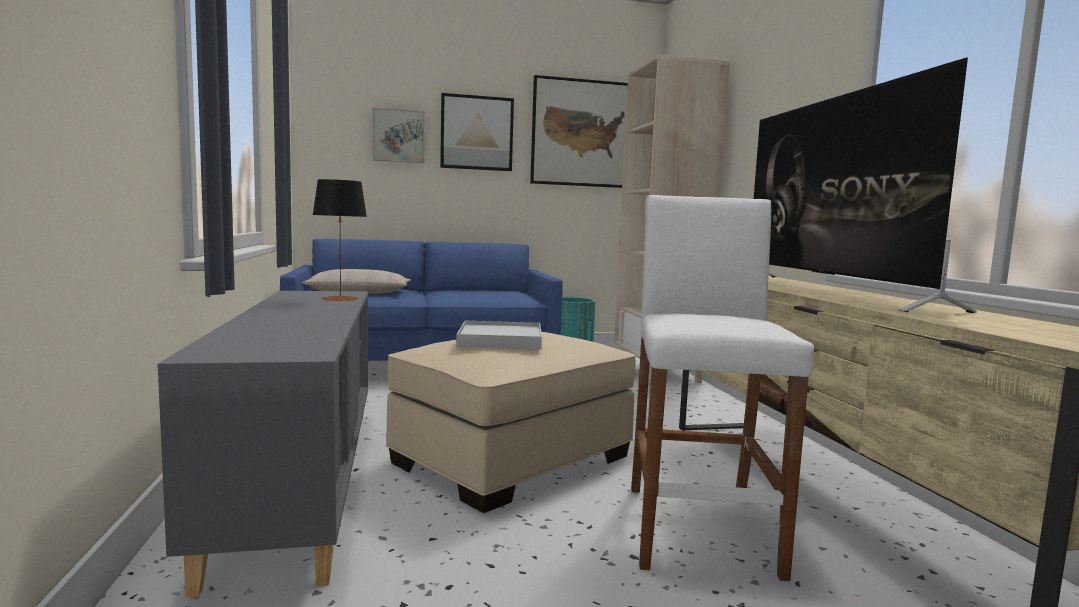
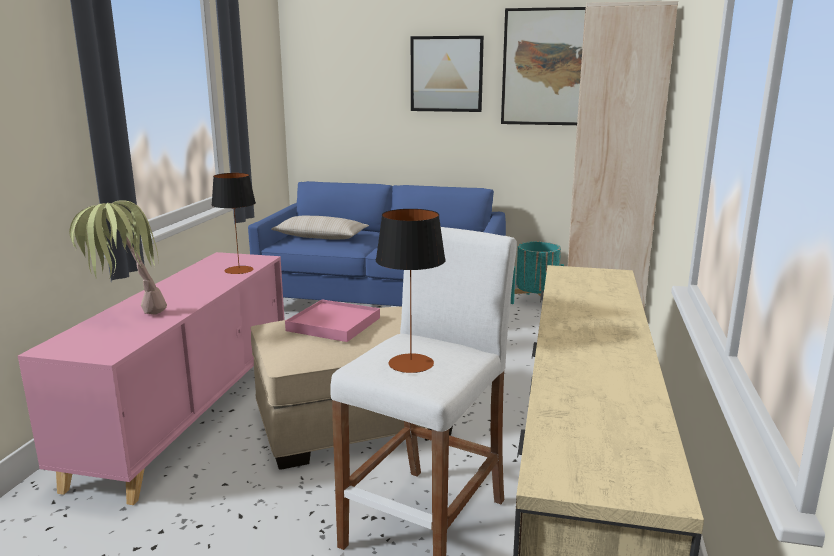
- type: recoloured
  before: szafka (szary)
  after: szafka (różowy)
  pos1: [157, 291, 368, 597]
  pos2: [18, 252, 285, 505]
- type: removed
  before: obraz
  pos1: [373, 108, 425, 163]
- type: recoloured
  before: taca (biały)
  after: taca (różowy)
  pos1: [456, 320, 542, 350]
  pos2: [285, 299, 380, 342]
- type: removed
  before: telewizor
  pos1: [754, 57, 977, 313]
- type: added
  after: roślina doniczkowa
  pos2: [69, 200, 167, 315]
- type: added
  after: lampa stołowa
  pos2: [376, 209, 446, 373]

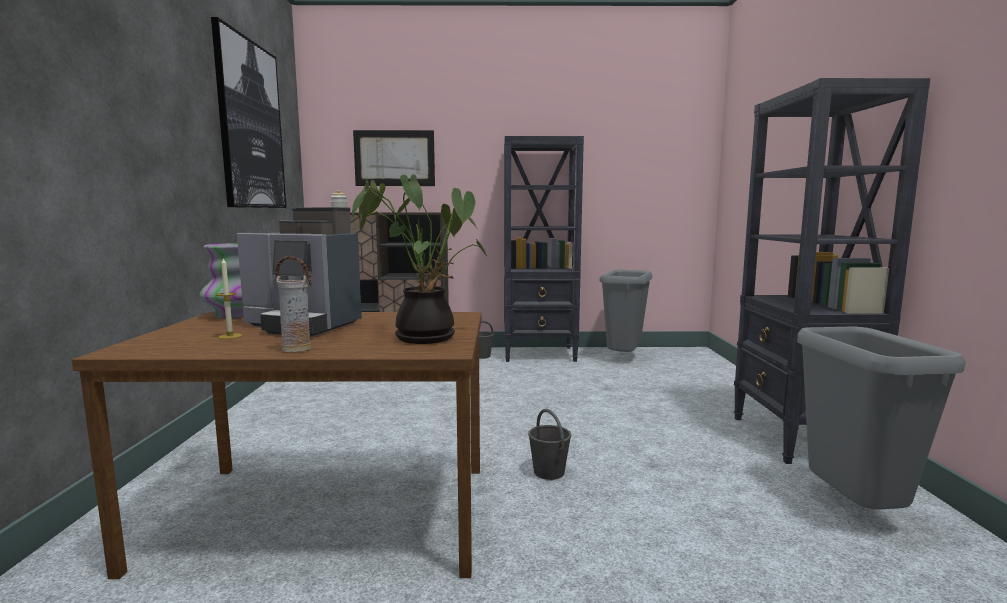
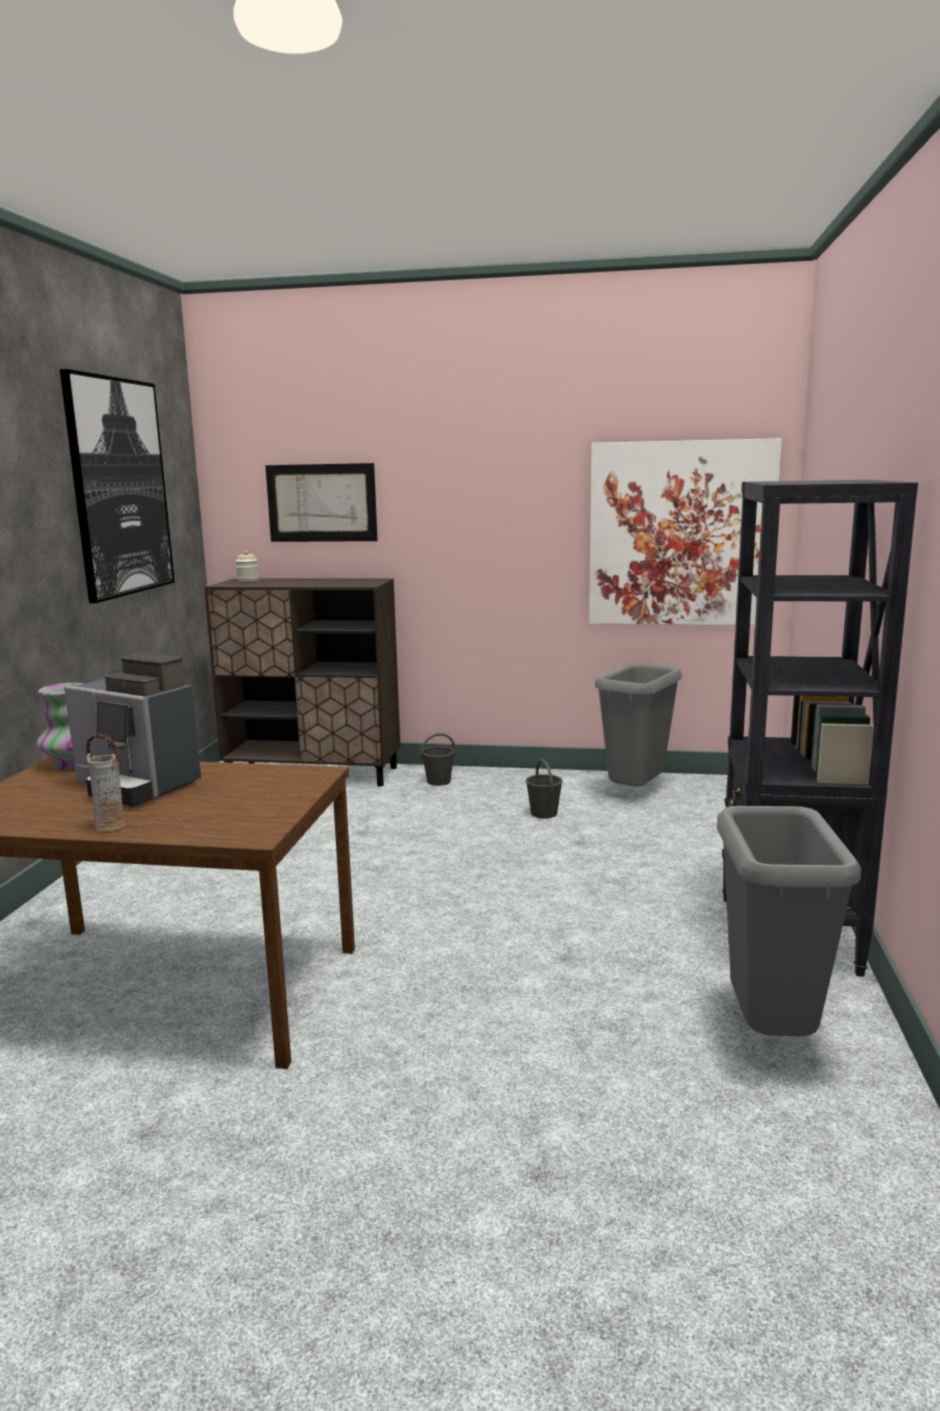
- type: removed
  before: świeca
  pos1: [216, 258, 242, 339]
- type: removed
  before: roślina doniczkowa
  pos1: [352, 174, 487, 344]
- type: removed
  before: regał (czarny)
  pos1: [504, 136, 584, 362]
- type: moved
  before: wiadro (szary)
  pos1: [528, 409, 571, 480]
  pos2: [526, 759, 563, 818]
- type: added
  after: obraz
  pos2: [589, 438, 782, 625]

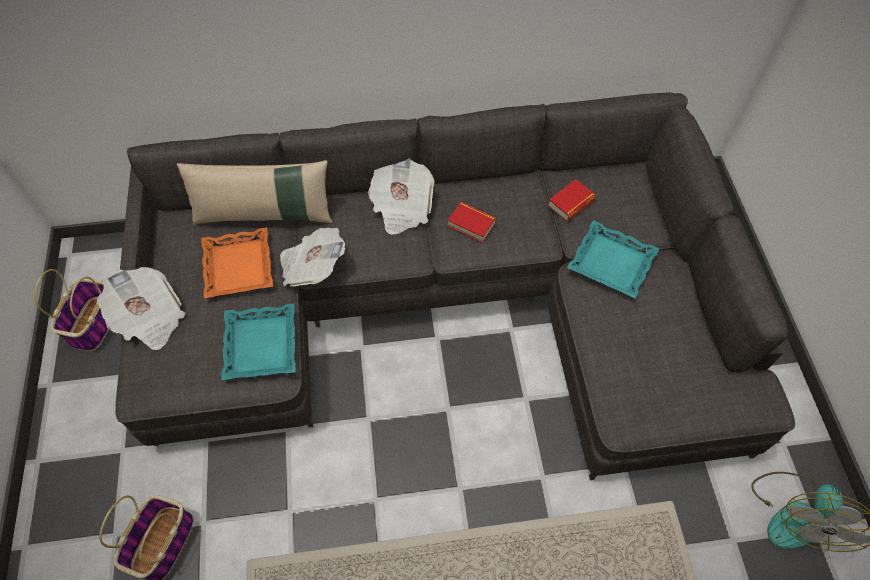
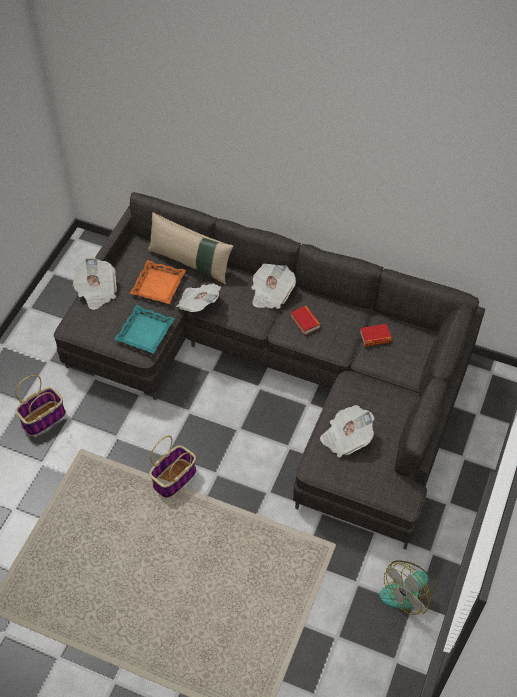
- type: moved
  before: koszyk
  pos1: [34, 269, 109, 351]
  pos2: [149, 435, 196, 498]
- type: removed
  before: taca (turkusowy)
  pos1: [567, 220, 659, 299]
- type: added
  after: gazeta
  pos2: [320, 405, 375, 458]

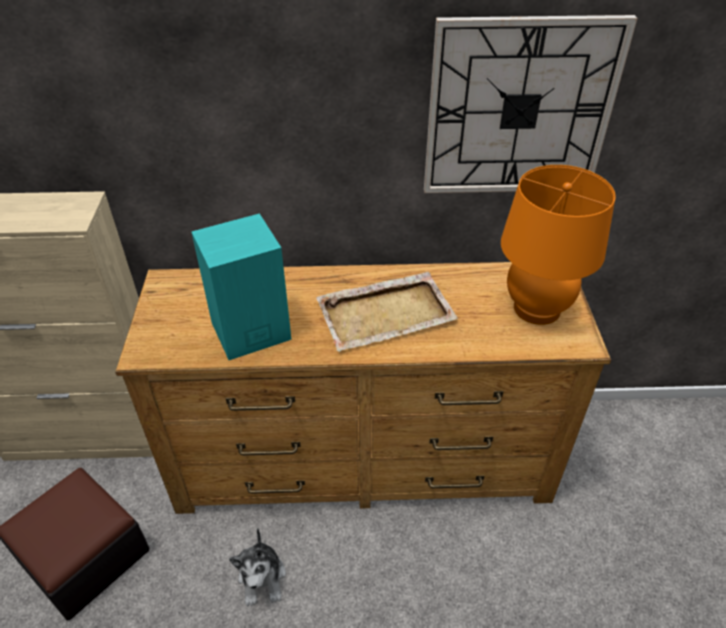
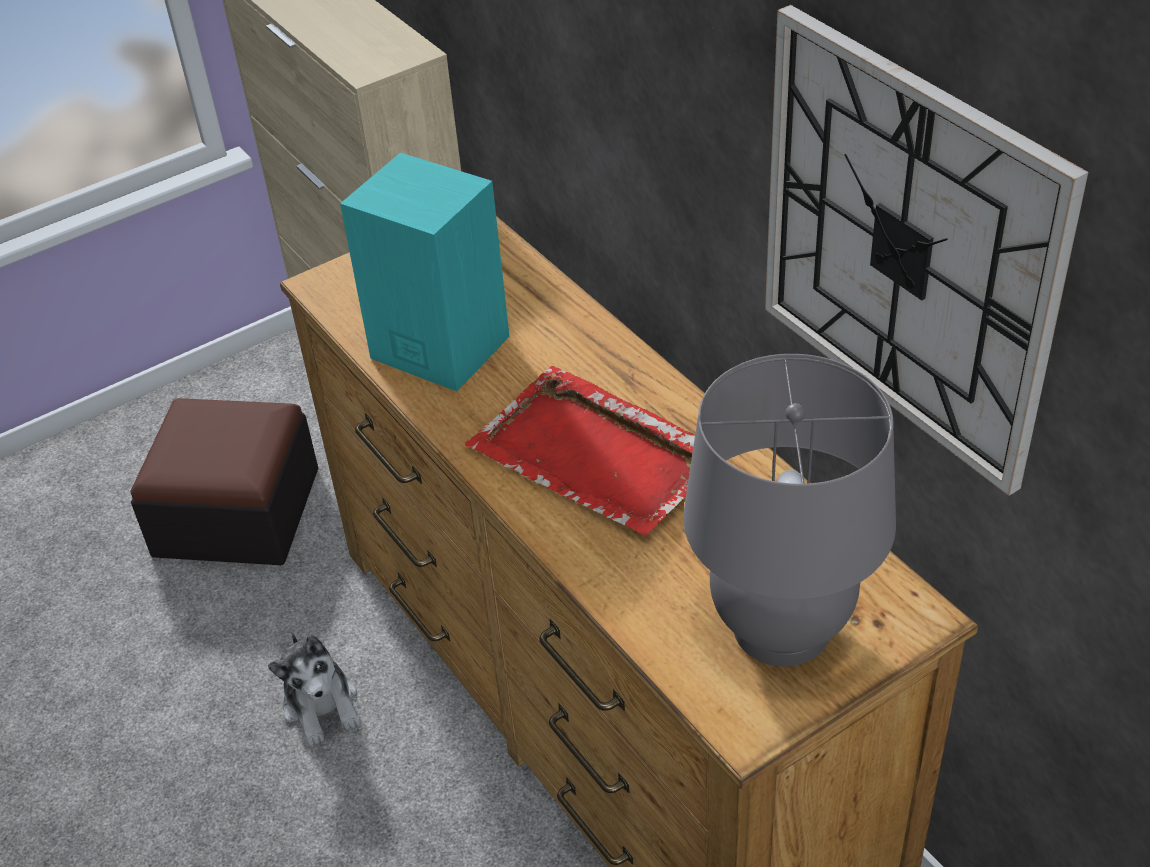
- type: turned
  before: pluszak
  pos1: [229, 528, 286, 607]
  pos2: [268, 632, 361, 747]
  turn: -75
- type: recoloured
  before: taca (beżowy)
  after: taca (czerwony)
  pos1: [316, 272, 458, 352]
  pos2: [465, 366, 695, 536]
- type: recoloured
  before: lampa stołowa (pomarańczowy)
  after: lampa stołowa (szary)
  pos1: [501, 165, 616, 325]
  pos2: [683, 354, 896, 667]

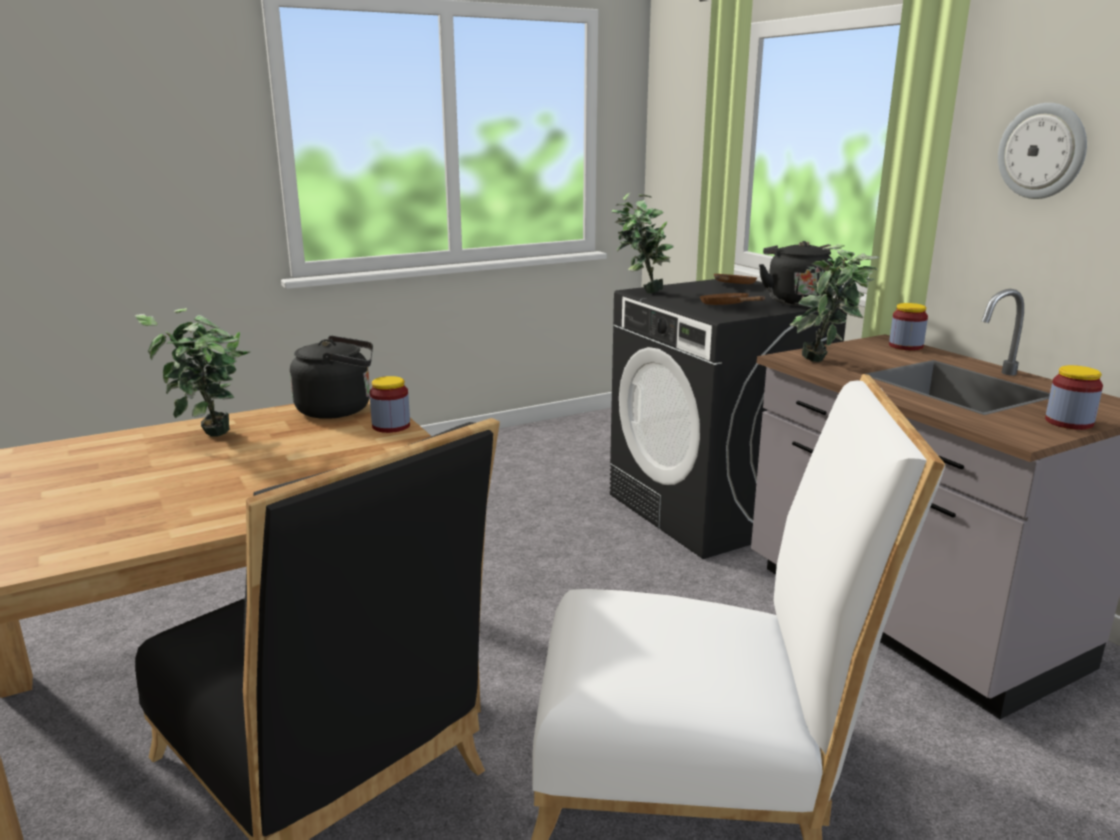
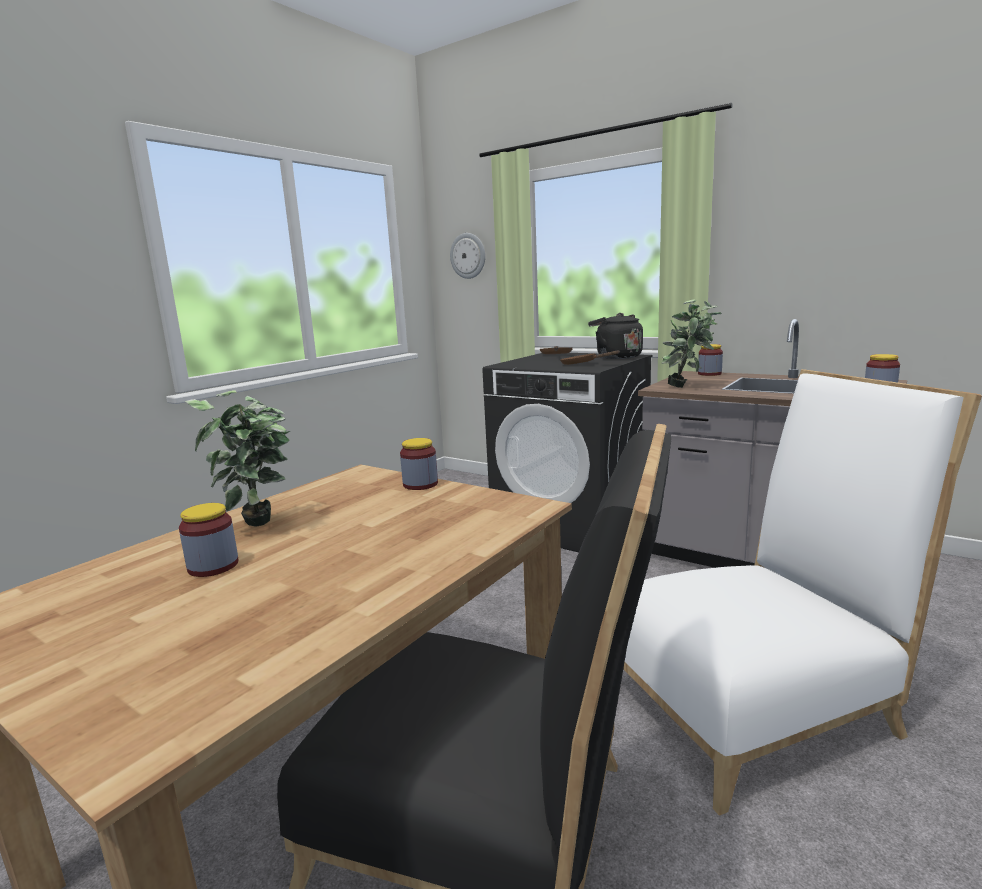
- type: removed
  before: czajnik (czarny)
  pos1: [290, 336, 373, 419]
- type: removed
  before: roślina doniczkowa
  pos1: [611, 193, 673, 294]
- type: moved
  before: zegar ścienny
  pos1: [998, 103, 1087, 199]
  pos2: [450, 233, 485, 279]
- type: added
  after: słoik
  pos2: [179, 503, 238, 577]

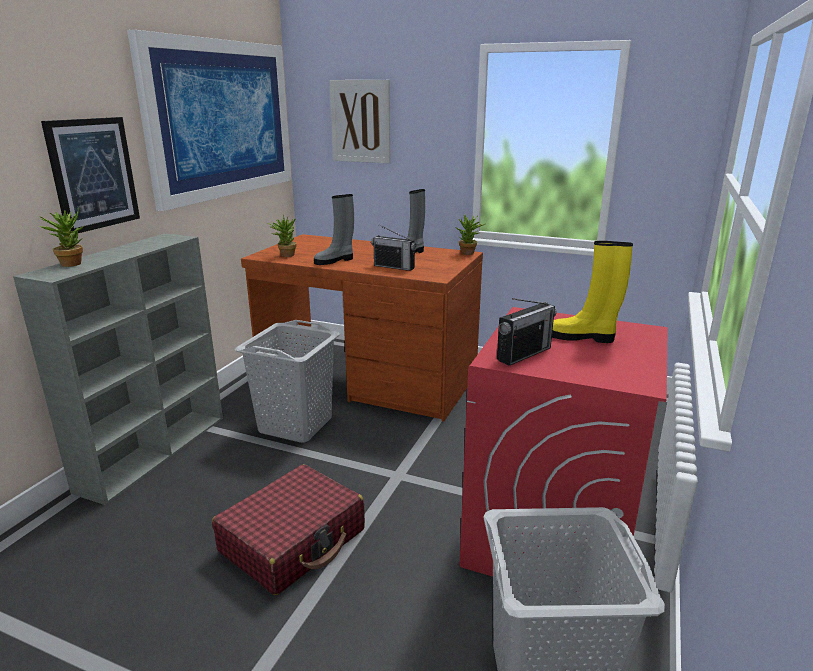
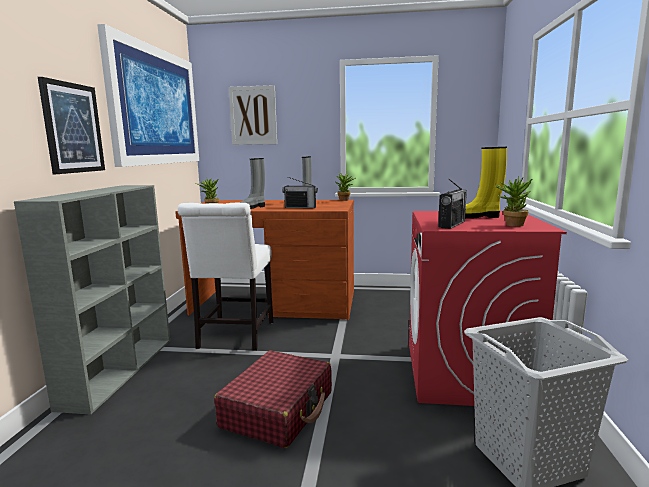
- type: moved
  before: roślina doniczkowa
  pos1: [39, 208, 84, 267]
  pos2: [495, 176, 532, 227]
- type: replaced
  before: kosz na pranie (szary)
  after: krzesło (biały)
  pos1: [235, 320, 340, 443]
  pos2: [177, 203, 273, 351]

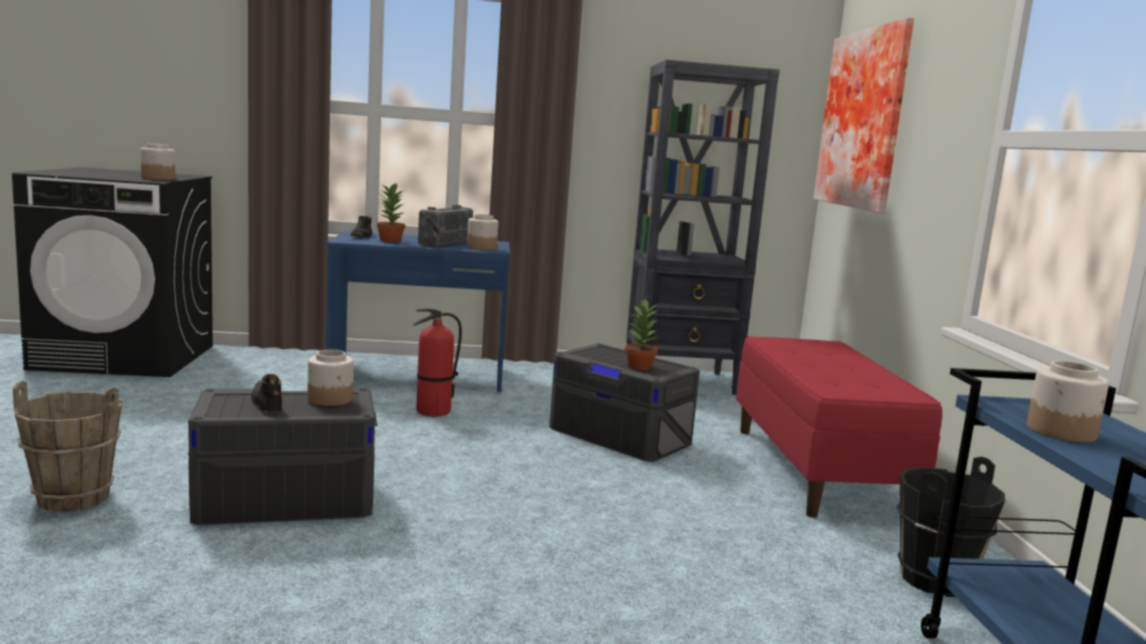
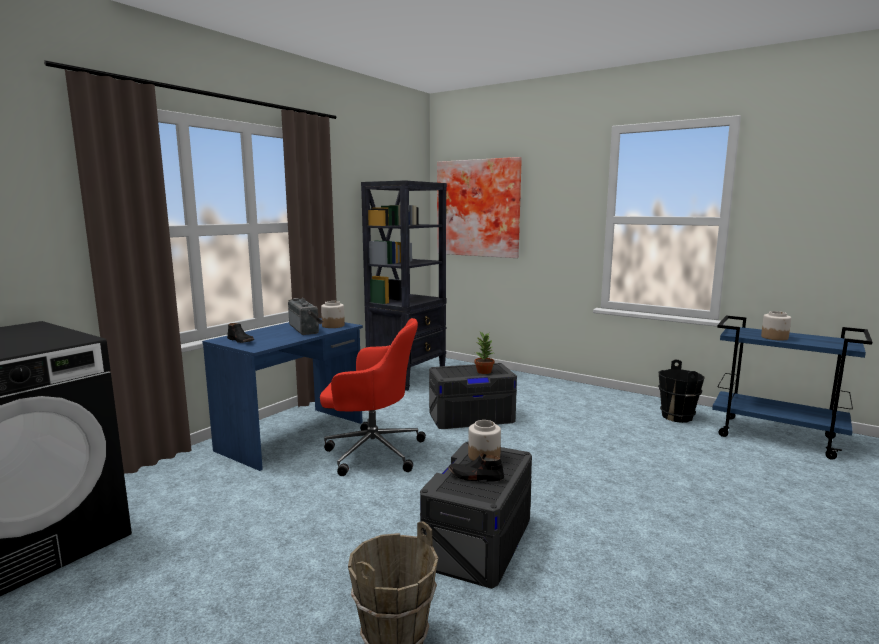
- type: removed
  before: słoik
  pos1: [141, 144, 176, 180]
- type: removed
  before: roślina doniczkowa
  pos1: [377, 184, 406, 242]
- type: replaced
  before: gaśnica
  after: krzesło biurowe (czerwony)
  pos1: [413, 308, 462, 416]
  pos2: [320, 318, 426, 476]
- type: removed
  before: ławka (czerwony)
  pos1: [736, 336, 942, 518]

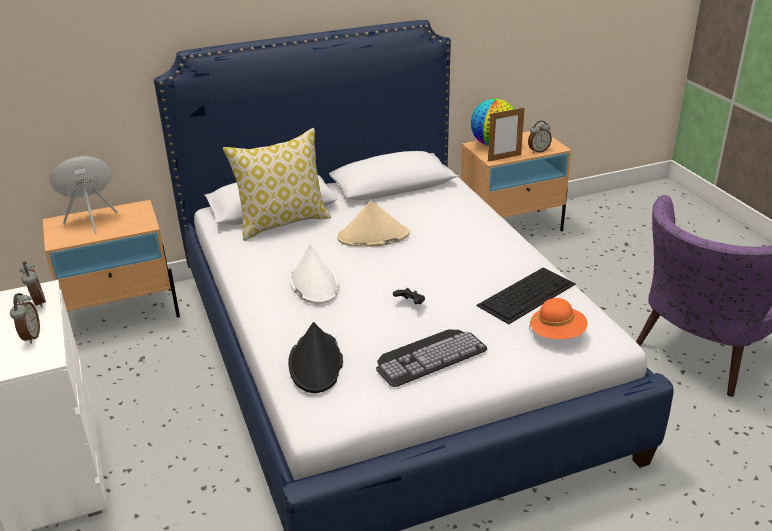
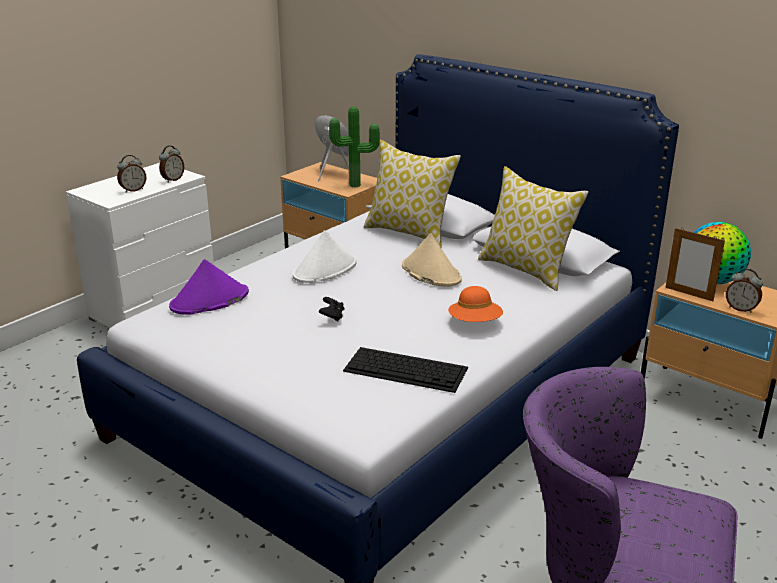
- type: recoloured
  before: kapelusz (czarny)
  after: kapelusz (fioletowy)
  pos1: [288, 322, 343, 393]
  pos2: [169, 259, 249, 315]
- type: removed
  before: klawiatura
  pos1: [376, 330, 487, 387]
- type: moved
  before: kapelusz (pomarańczowy)
  pos1: [529, 298, 587, 339]
  pos2: [448, 286, 503, 322]
- type: added
  after: roślina doniczkowa
  pos2: [329, 106, 380, 188]
- type: added
  after: poduszka
  pos2: [478, 166, 589, 291]

